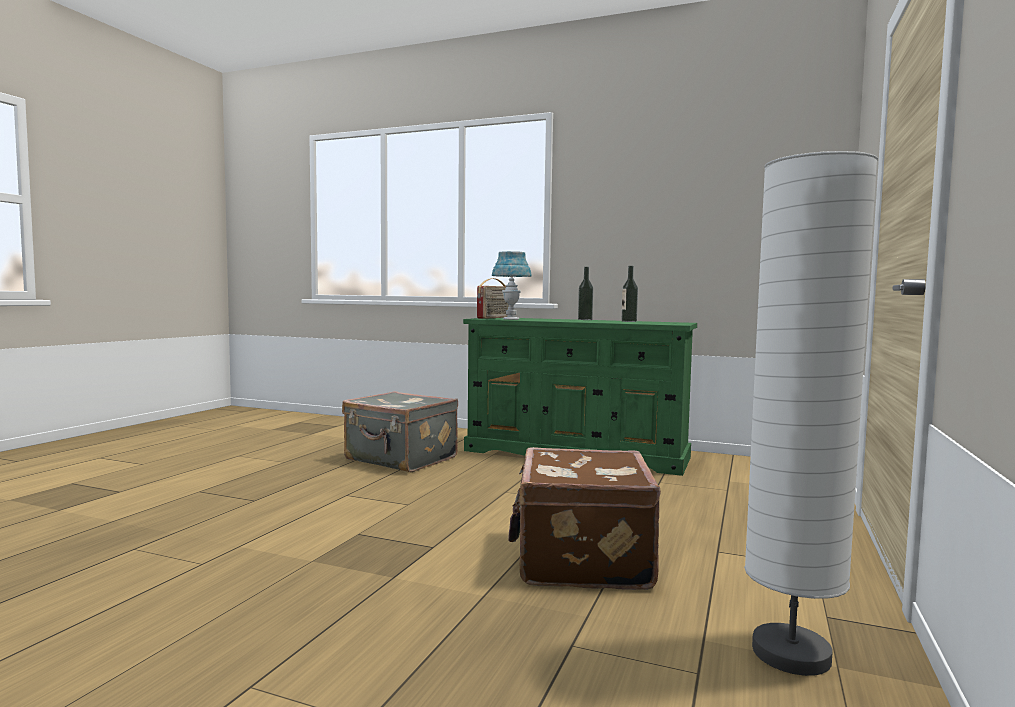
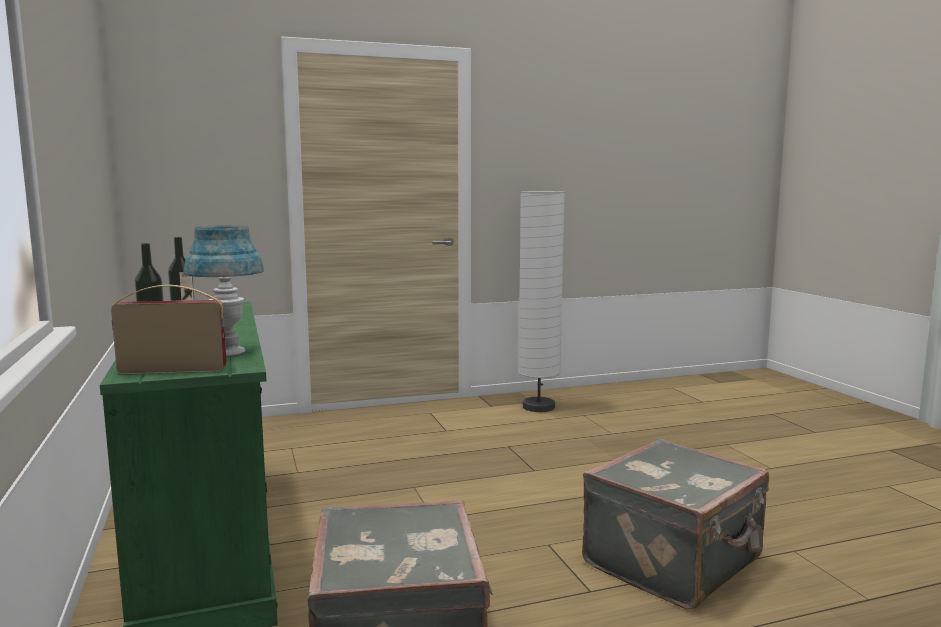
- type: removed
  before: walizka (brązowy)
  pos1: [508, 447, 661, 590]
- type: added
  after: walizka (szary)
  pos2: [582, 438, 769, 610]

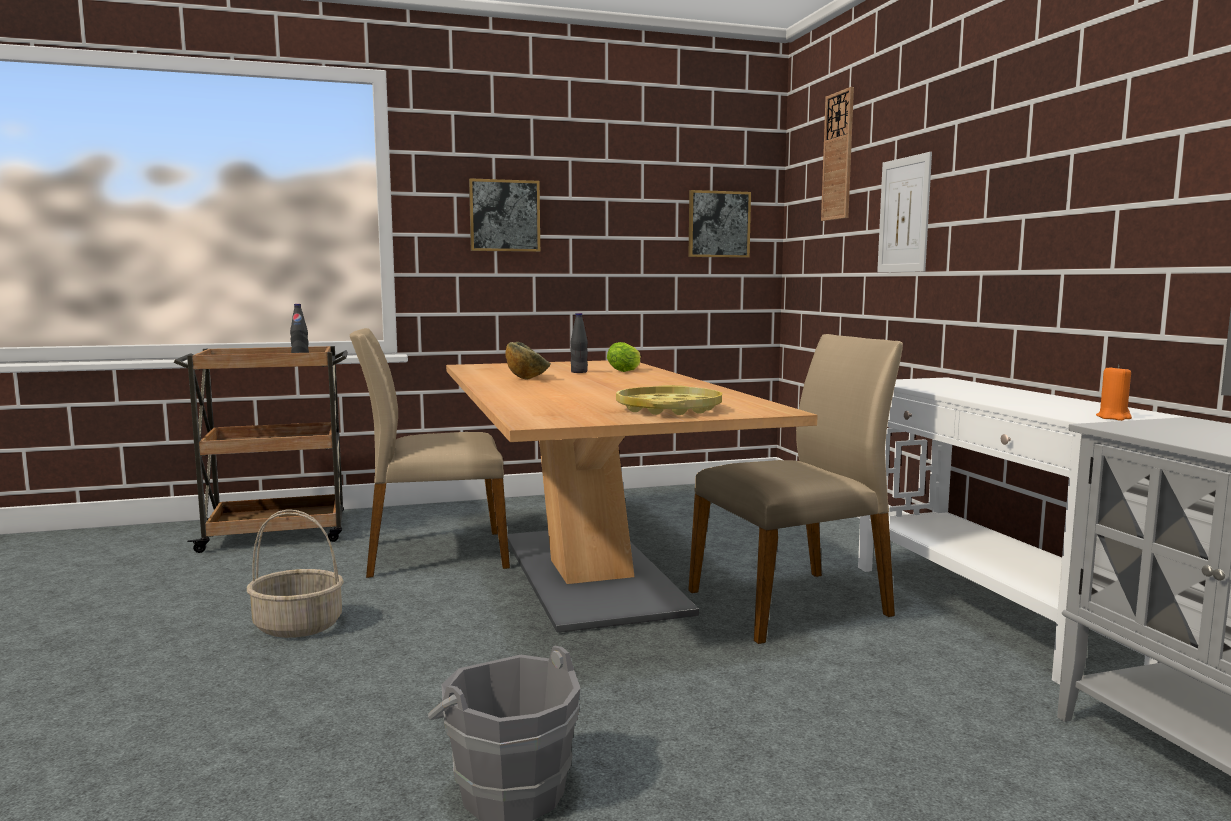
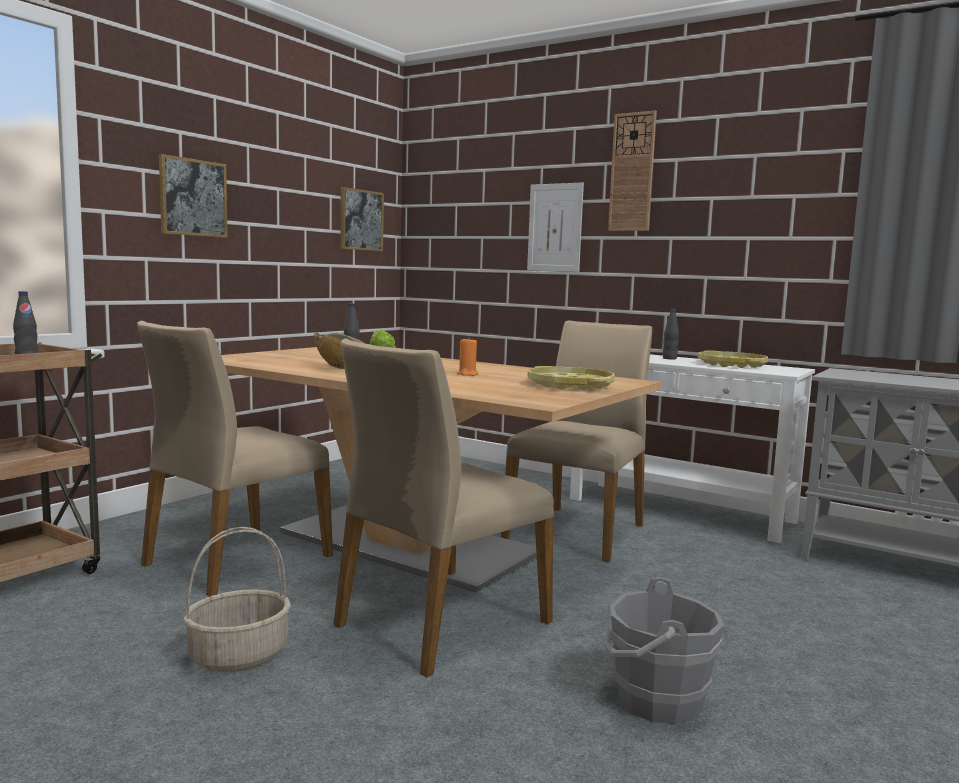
- type: moved
  before: zegar ścienny
  pos1: [821, 87, 854, 221]
  pos2: [608, 111, 657, 231]
- type: moved
  before: świeca (pomarańczowy)
  pos1: [1096, 365, 1132, 421]
  pos2: [457, 339, 479, 376]
- type: added
  after: krzesło (beżowy)
  pos2: [334, 339, 554, 677]
- type: added
  after: butelka (czarny)
  pos2: [663, 309, 679, 359]
- type: added
  after: taca (żółty)
  pos2: [698, 351, 768, 368]

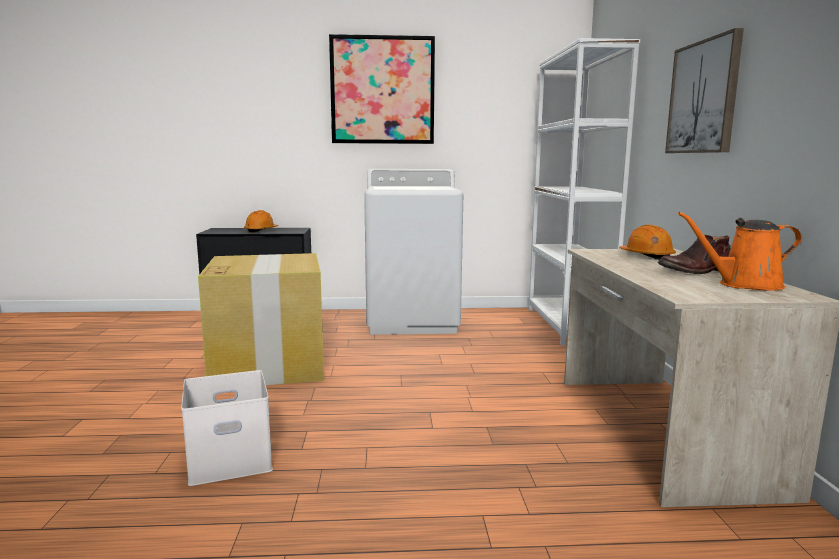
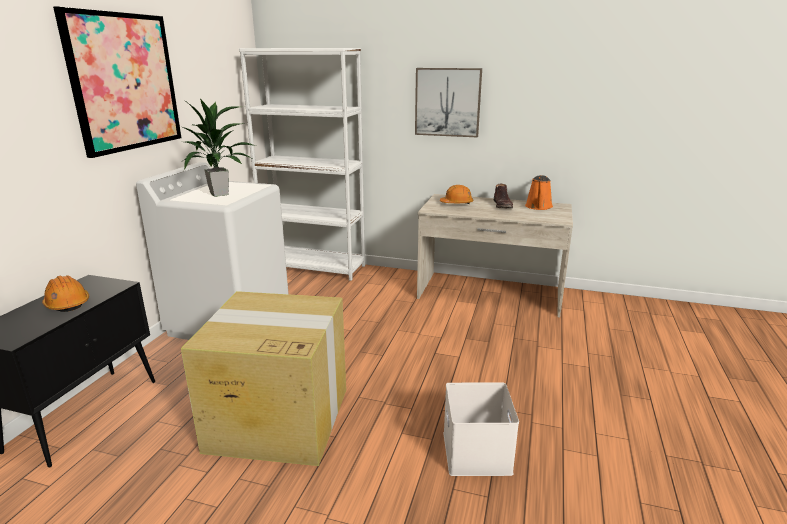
- type: added
  after: roślina doniczkowa
  pos2: [180, 98, 256, 197]

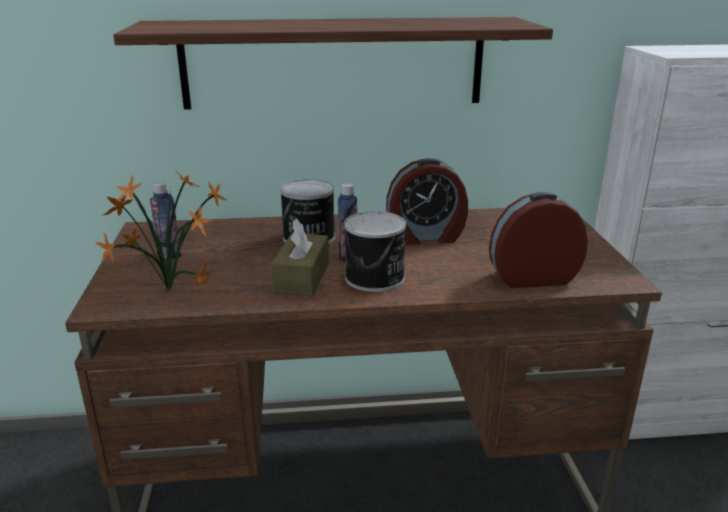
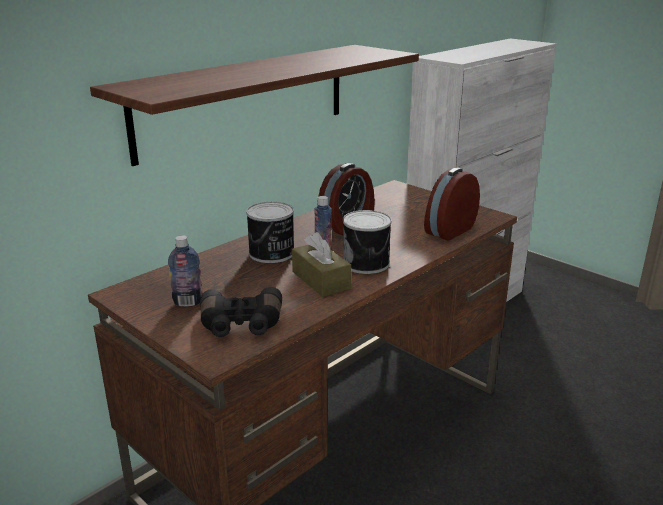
- type: replaced
  before: roślina doniczkowa
  after: lornetka (czarny)
  pos1: [95, 171, 227, 291]
  pos2: [200, 287, 282, 337]

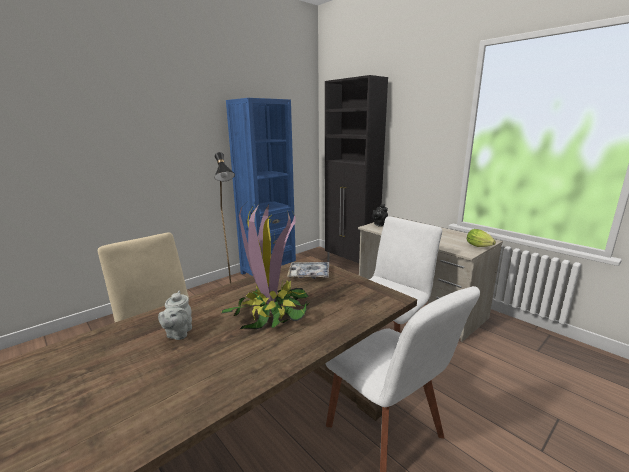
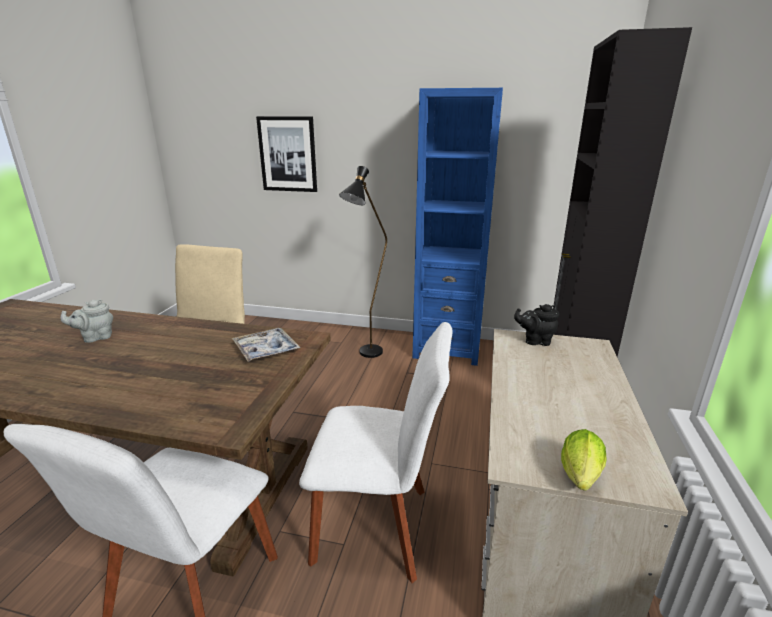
- type: removed
  before: roślina doniczkowa
  pos1: [221, 204, 311, 330]
- type: added
  after: obraz
  pos2: [256, 116, 317, 192]

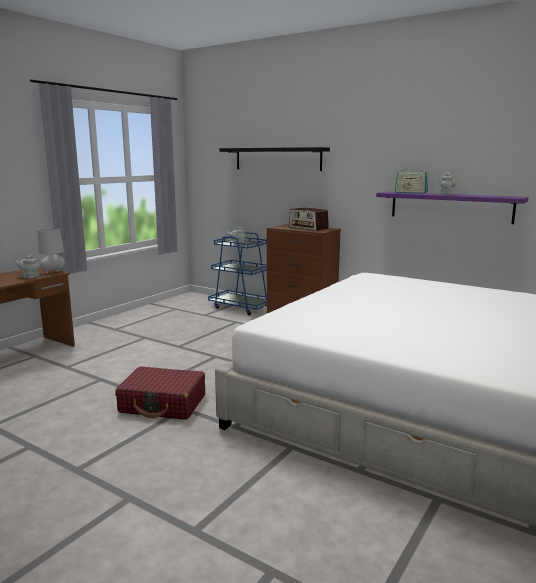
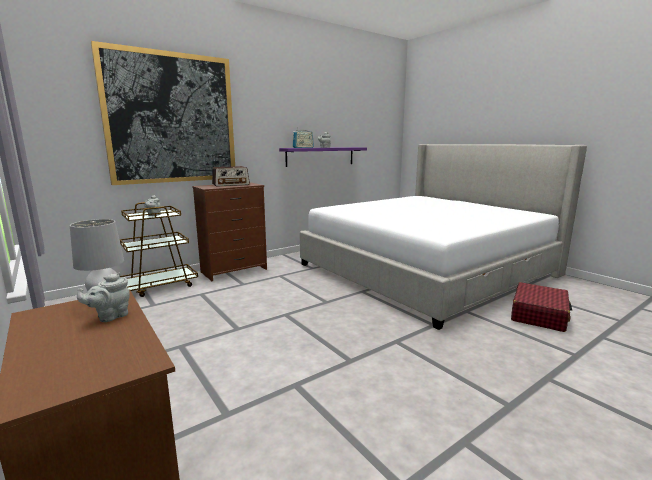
- type: moved
  before: walizka (czerwony)
  pos1: [115, 366, 205, 420]
  pos2: [511, 282, 572, 332]
- type: recoloured
  before: wózek (niebieski)
  after: wózek (brązowy)
  pos1: [208, 232, 267, 315]
  pos2: [120, 202, 198, 297]
- type: replaced
  before: półka (czarny)
  after: obraz
  pos1: [219, 147, 330, 171]
  pos2: [91, 41, 235, 185]

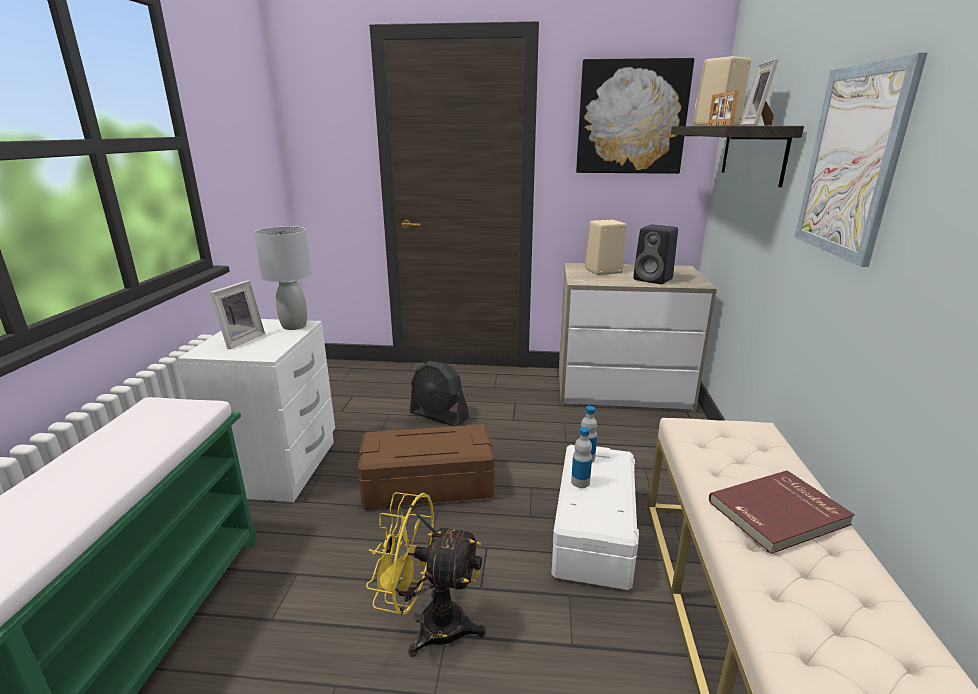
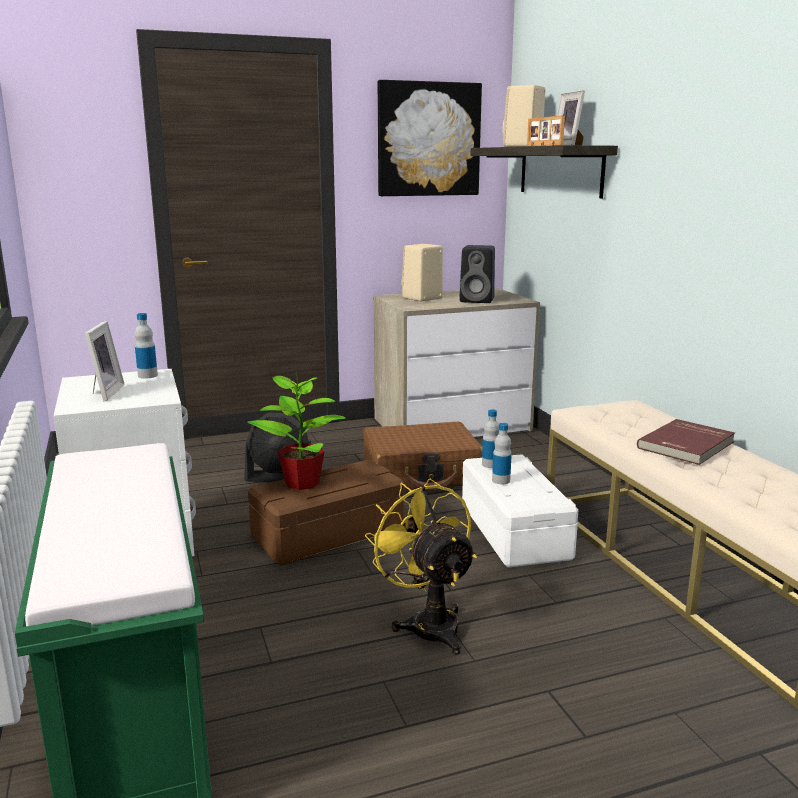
- type: replaced
  before: lampa stołowa (szary)
  after: butelka
  pos1: [254, 226, 312, 330]
  pos2: [135, 313, 158, 379]
- type: turned
  before: wentylator (żółty)
  pos1: [366, 492, 486, 657]
  pos2: [365, 479, 477, 655]
  turn: 75
- type: removed
  before: obraz
  pos1: [795, 52, 928, 267]
- type: added
  after: roślina doniczkowa
  pos2: [247, 367, 346, 490]
- type: added
  after: walizka (brązowy)
  pos2: [363, 422, 482, 490]

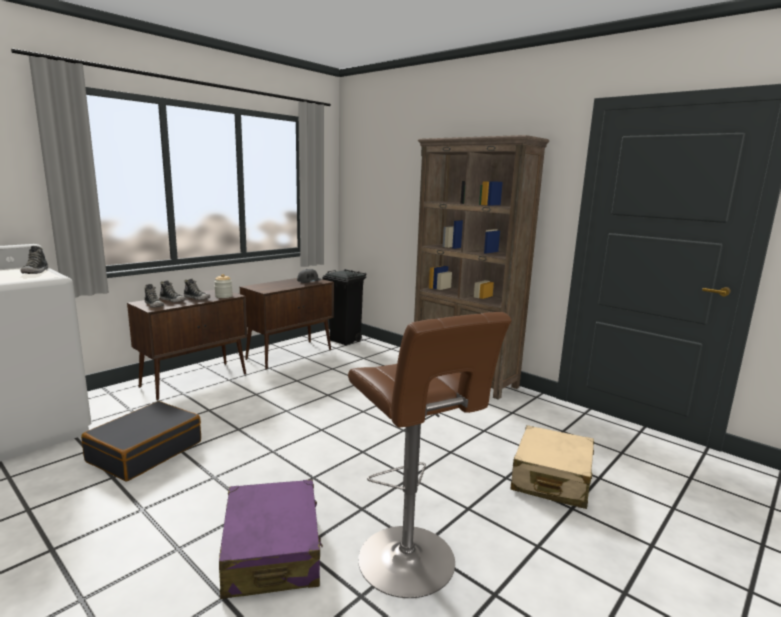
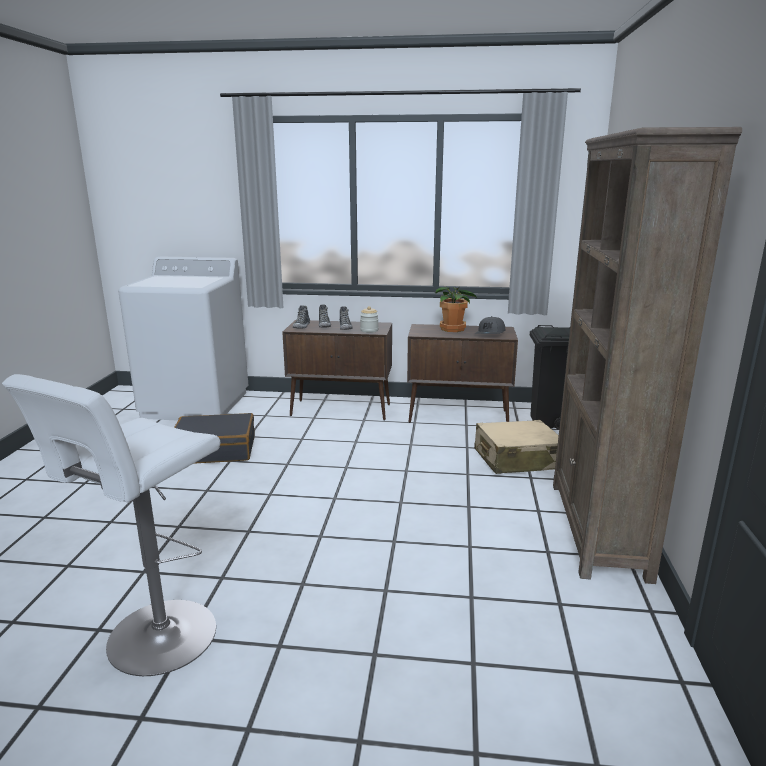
- type: removed
  before: but
  pos1: [21, 246, 48, 274]
- type: removed
  before: walizka (fioletowy)
  pos1: [219, 479, 323, 599]
- type: recoloured
  before: stołek (brązowy)
  after: stołek (biały)
  pos1: [348, 312, 512, 598]
  pos2: [2, 374, 220, 676]
- type: moved
  before: walizka (beżowy)
  pos1: [511, 425, 594, 509]
  pos2: [474, 420, 559, 474]
- type: added
  after: roślina doniczkowa
  pos2: [435, 286, 477, 332]

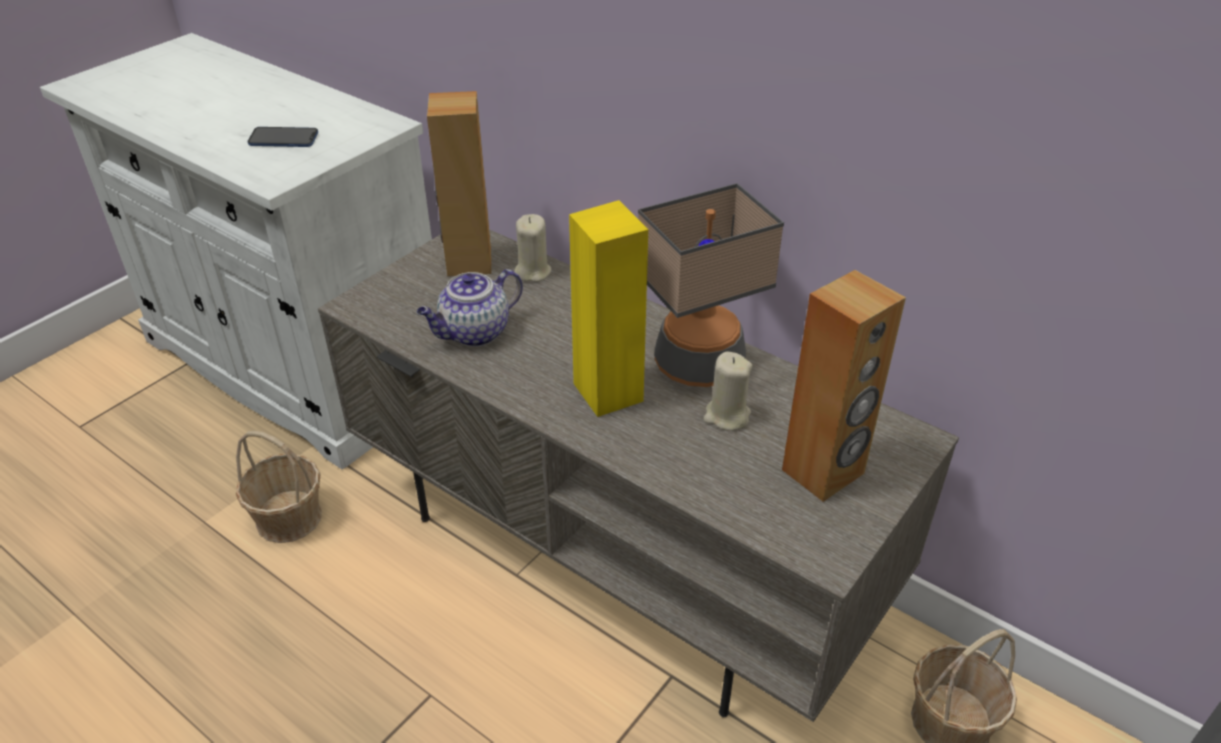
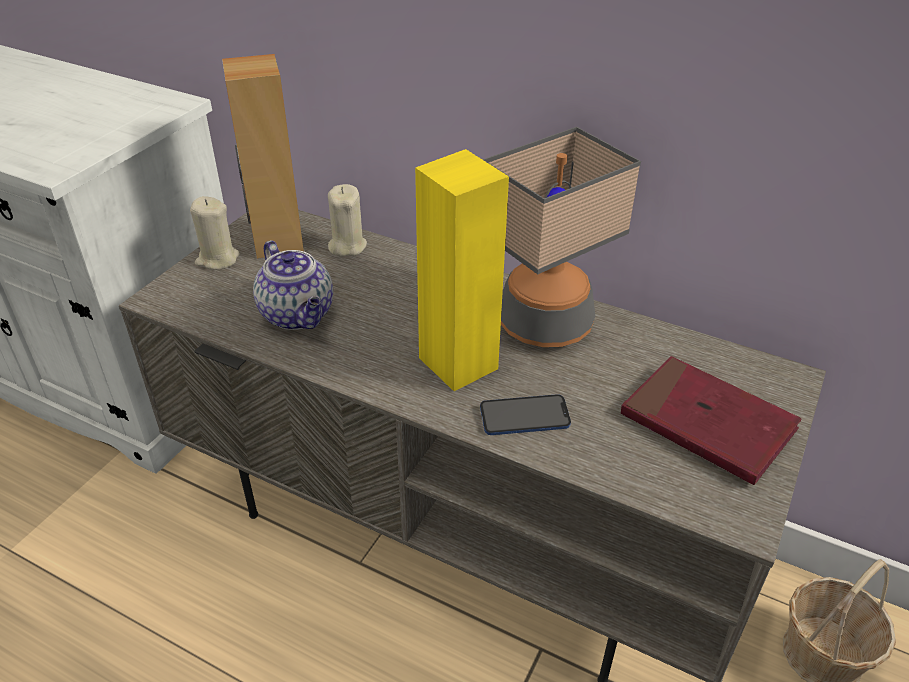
- type: removed
  before: koszyk
  pos1: [236, 431, 322, 543]
- type: moved
  before: telefon
  pos1: [248, 127, 318, 147]
  pos2: [480, 394, 571, 435]
- type: turned
  before: imbryk
  pos1: [417, 269, 523, 347]
  pos2: [253, 240, 333, 330]
  turn: -75
- type: moved
  before: świeca (beżowy)
  pos1: [703, 351, 753, 431]
  pos2: [190, 196, 239, 270]
- type: replaced
  before: głośnik (brązowy)
  after: książka (czerwony)
  pos1: [782, 270, 906, 502]
  pos2: [621, 356, 801, 485]

